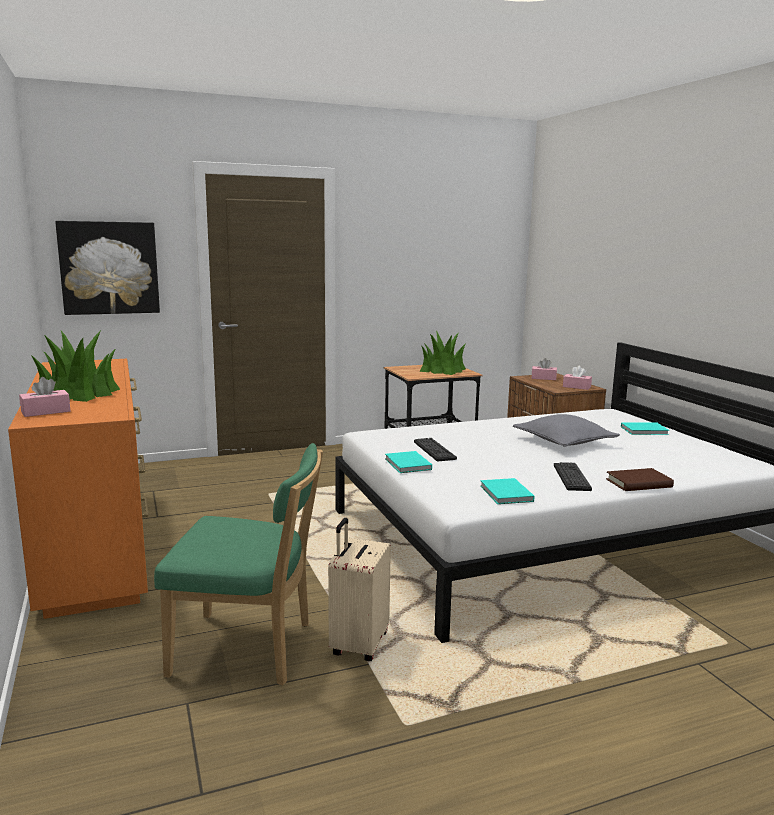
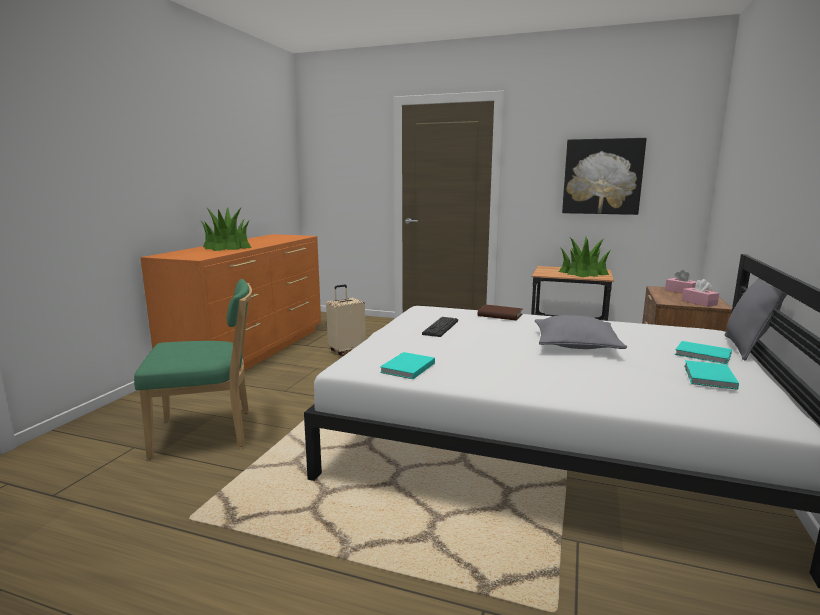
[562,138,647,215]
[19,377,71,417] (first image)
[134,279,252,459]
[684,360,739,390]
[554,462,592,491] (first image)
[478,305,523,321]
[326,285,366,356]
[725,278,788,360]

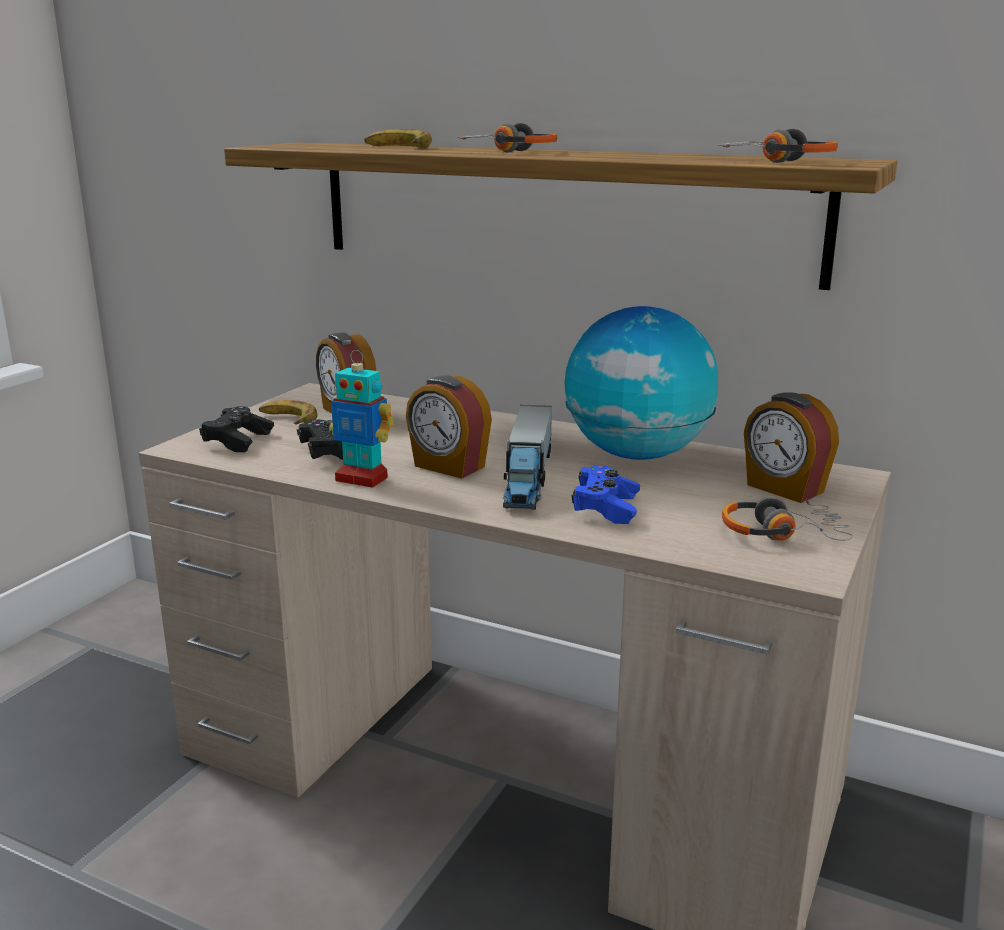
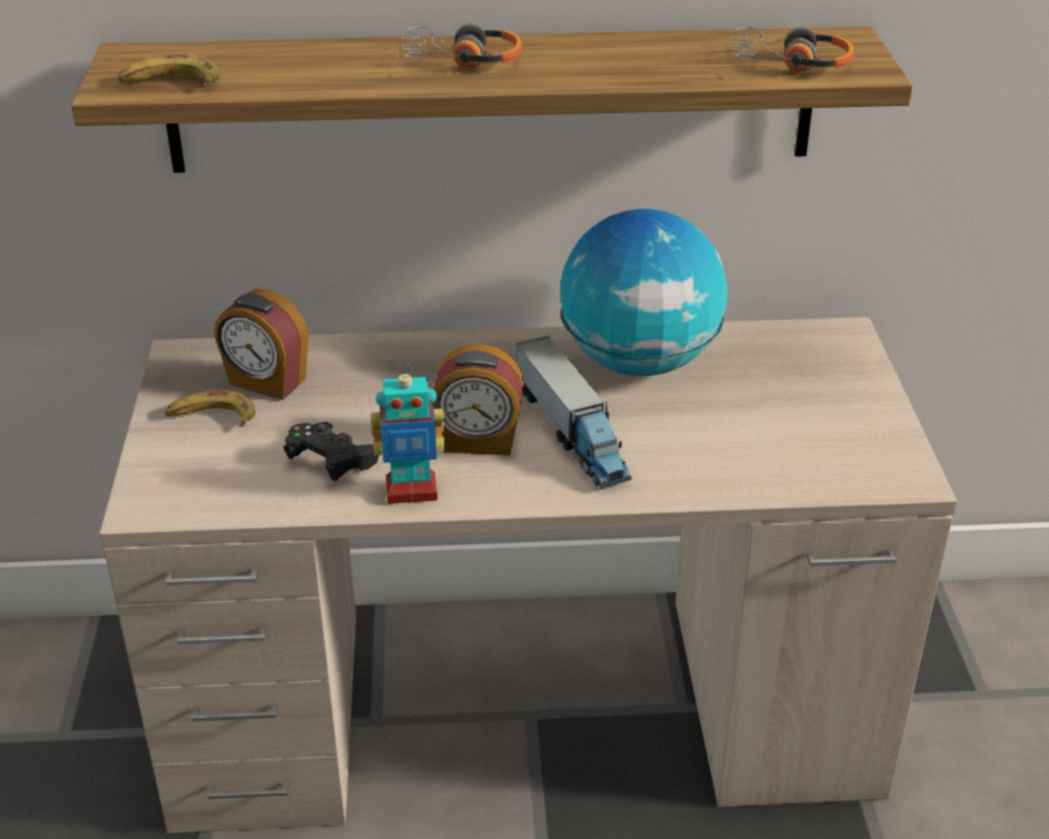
[118,54,220,86]
[744,392,839,503] (first image)
[199,406,274,452] (first image)
[572,465,640,524] (first image)
[722,497,853,541] (first image)

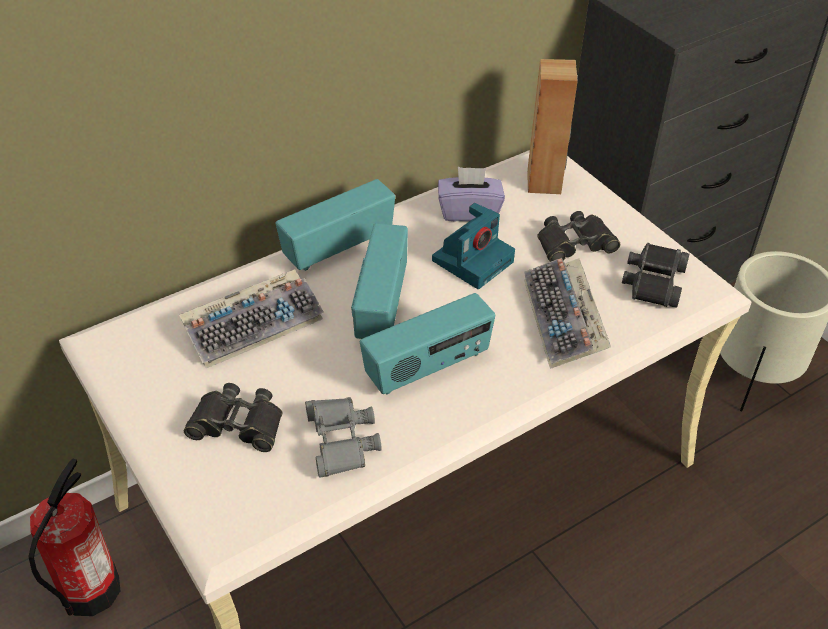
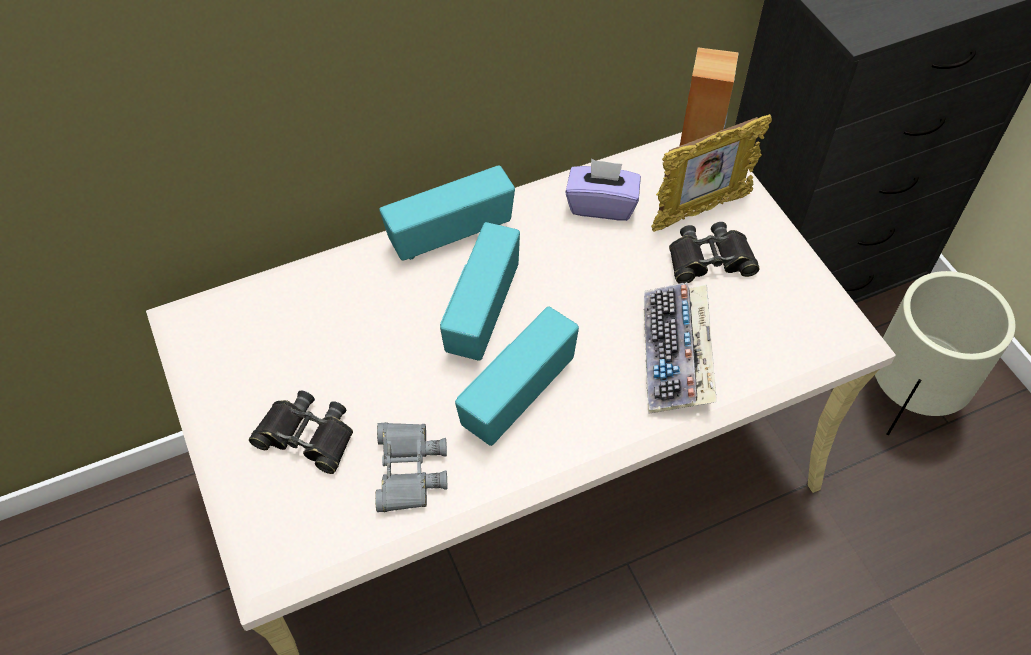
[432,203,515,289] (first image)
[622,243,689,308] (first image)
[179,269,324,368] (first image)
[455,306,579,446]
[28,459,120,616] (first image)
[651,114,772,232]

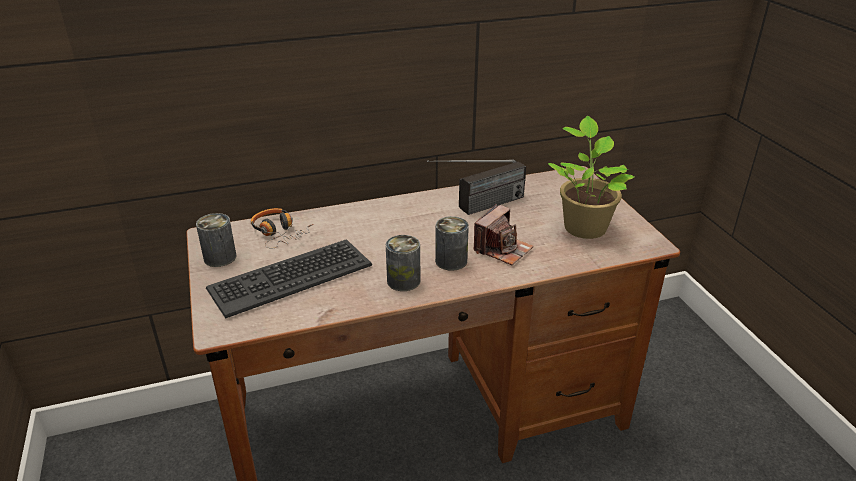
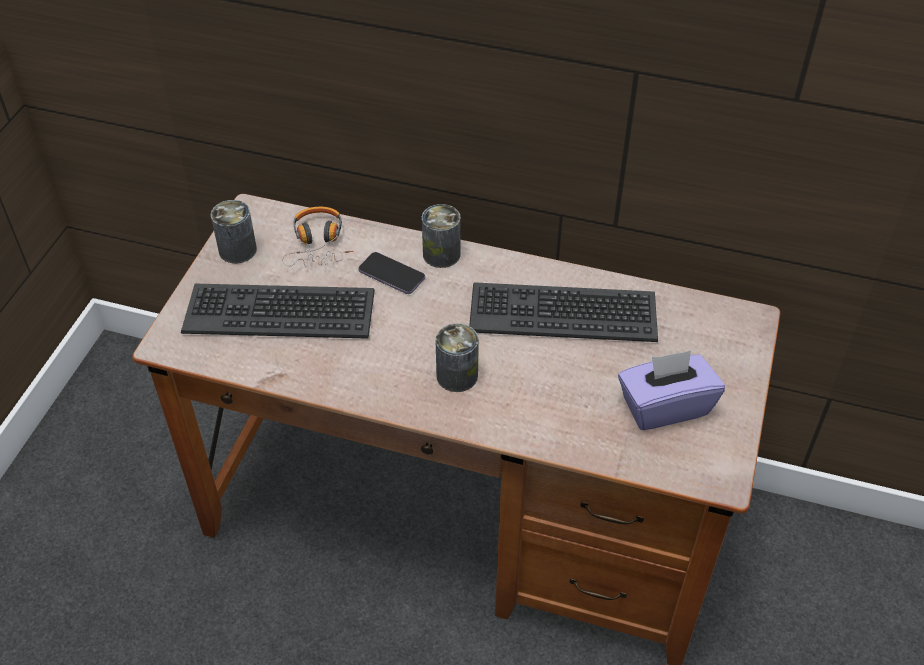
[618,350,725,430]
[469,282,658,342]
[473,204,534,265] (first image)
[422,204,461,268]
[358,252,425,294]

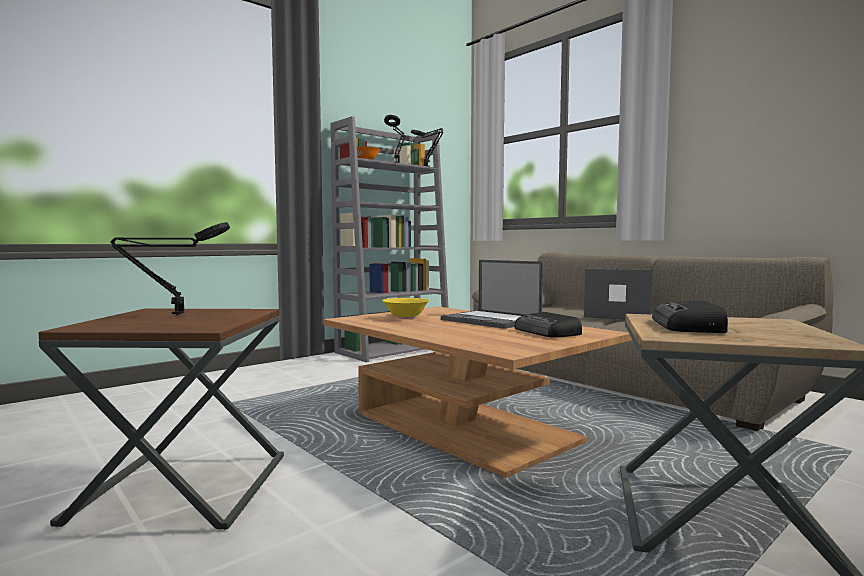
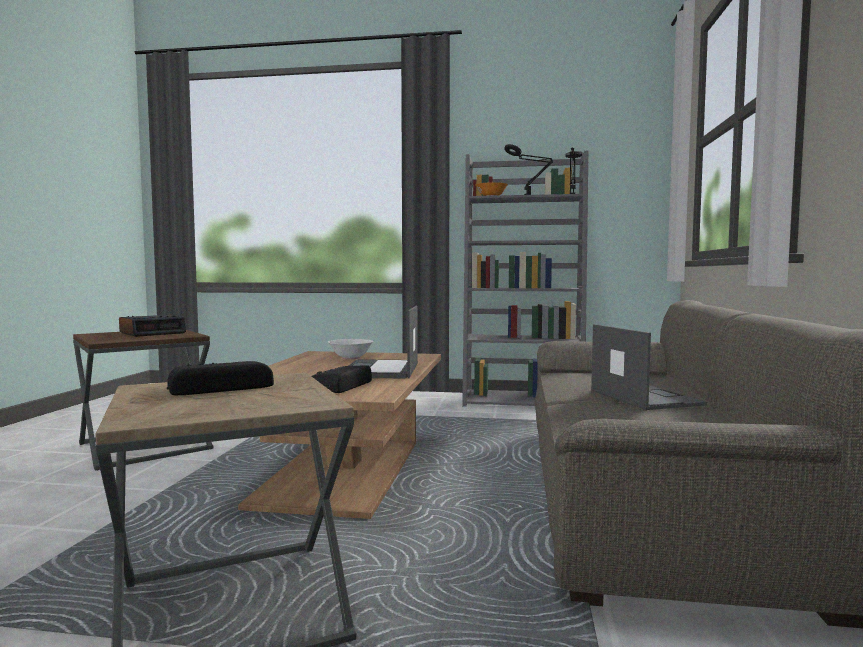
[119,315,186,337]
[328,339,374,359]

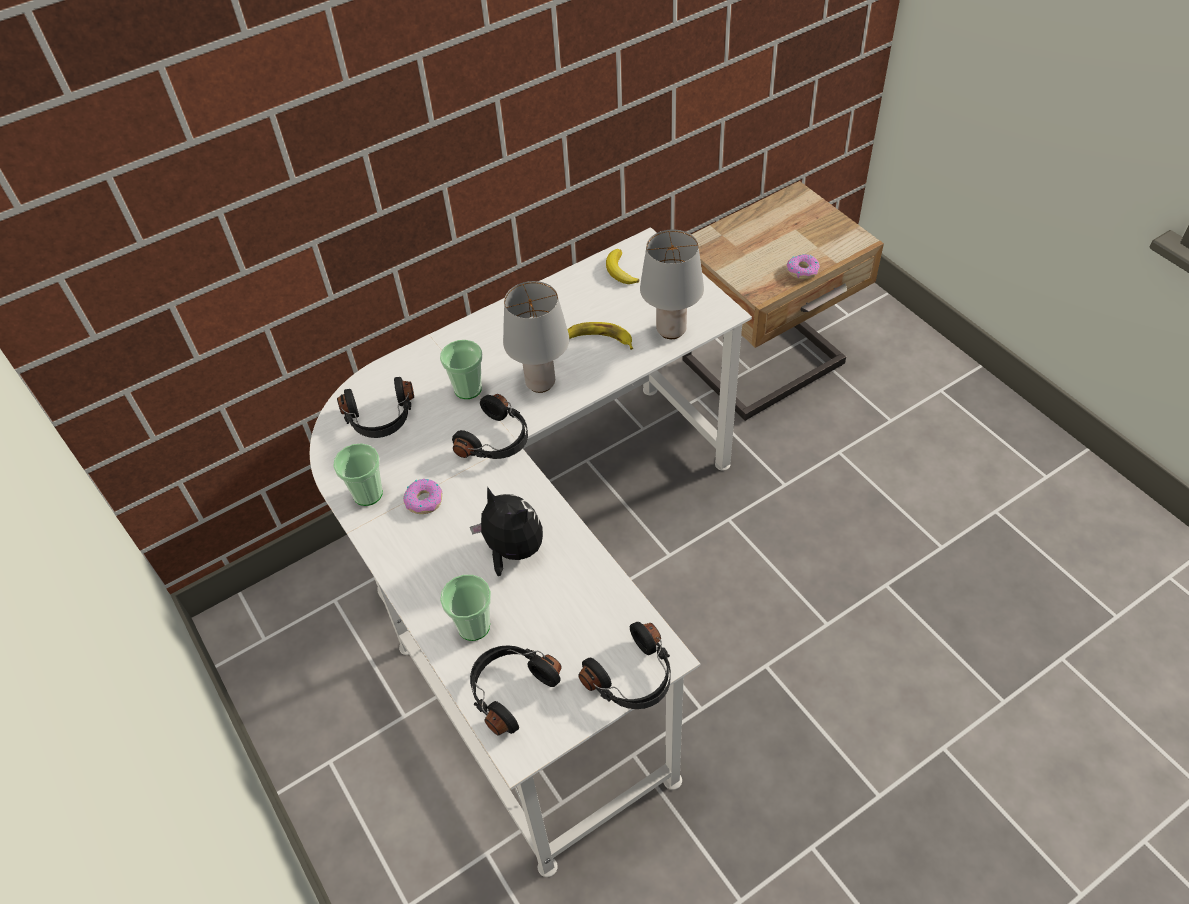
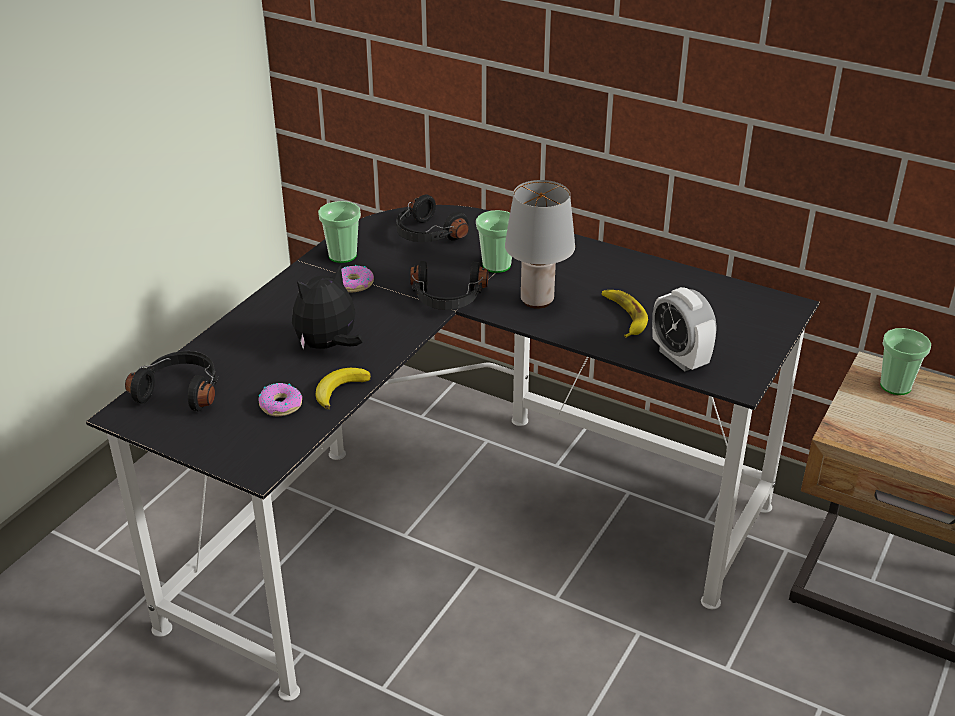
[86,205,820,701]
[652,287,717,371]
[316,368,371,409]
[258,383,302,416]
[292,266,363,349]
[880,328,931,395]
[578,622,671,709] (first image)

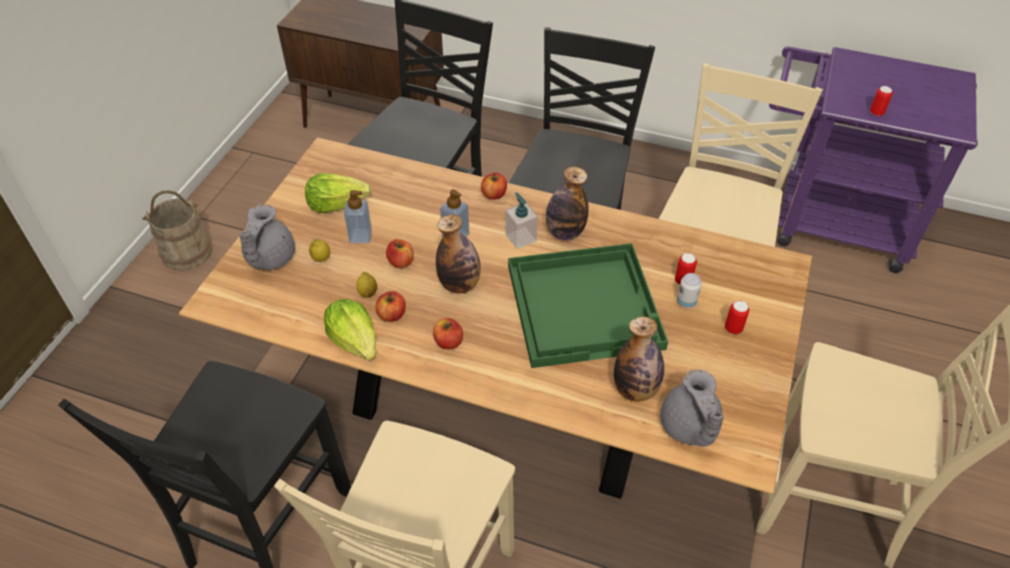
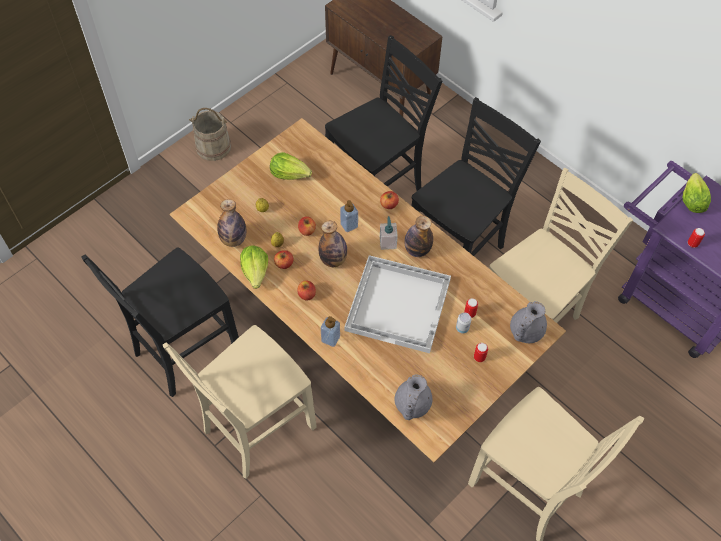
[321,316,340,347]
[510,301,547,343]
[344,255,451,353]
[217,199,246,247]
[683,173,711,213]

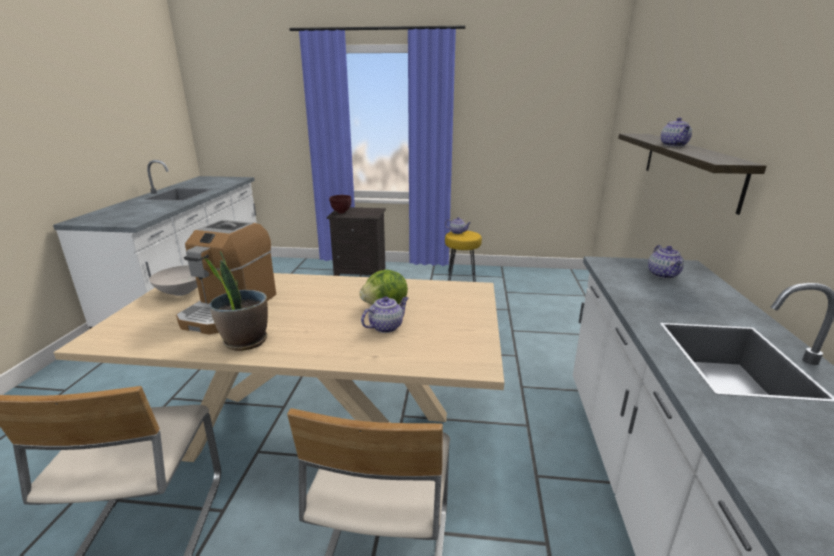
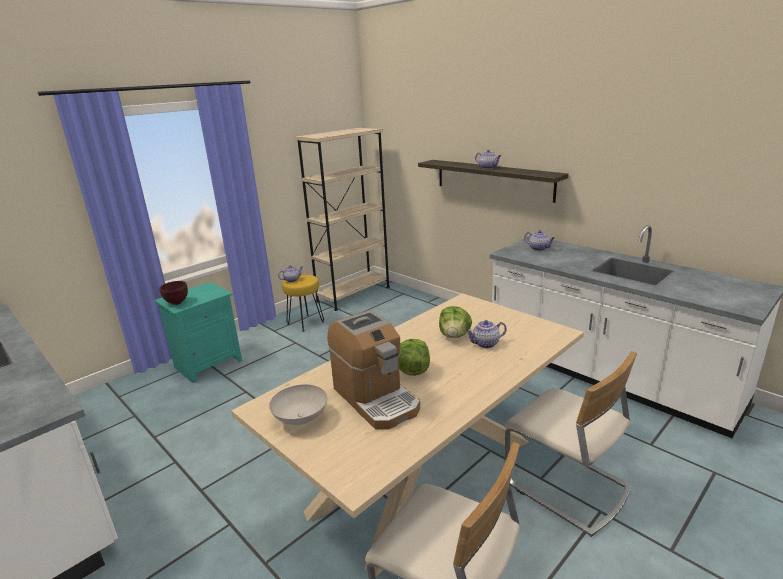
[154,282,242,383]
[204,251,268,351] (first image)
[466,320,507,348]
[295,128,390,311]
[399,339,430,376]

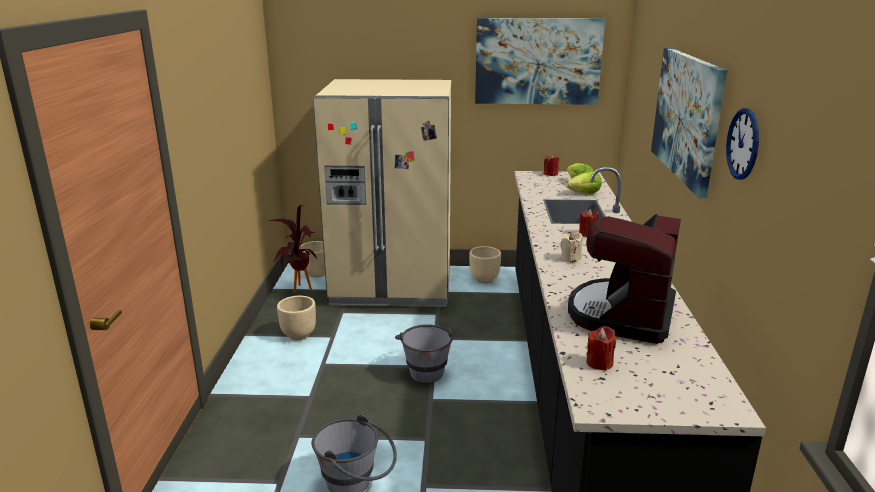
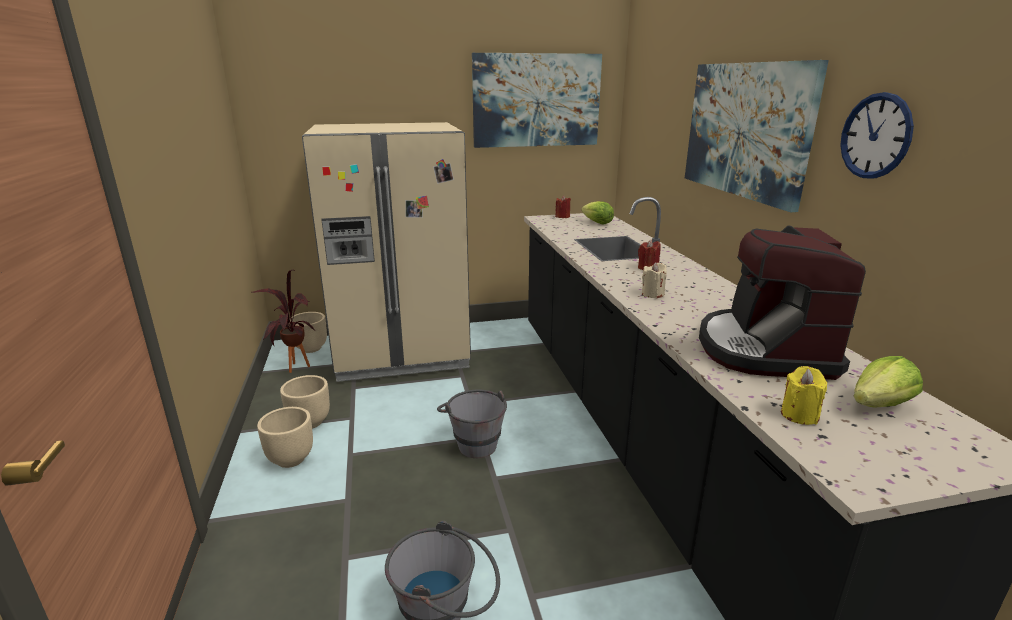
[854,356,923,408]
[257,407,313,468]
[781,366,827,425]

